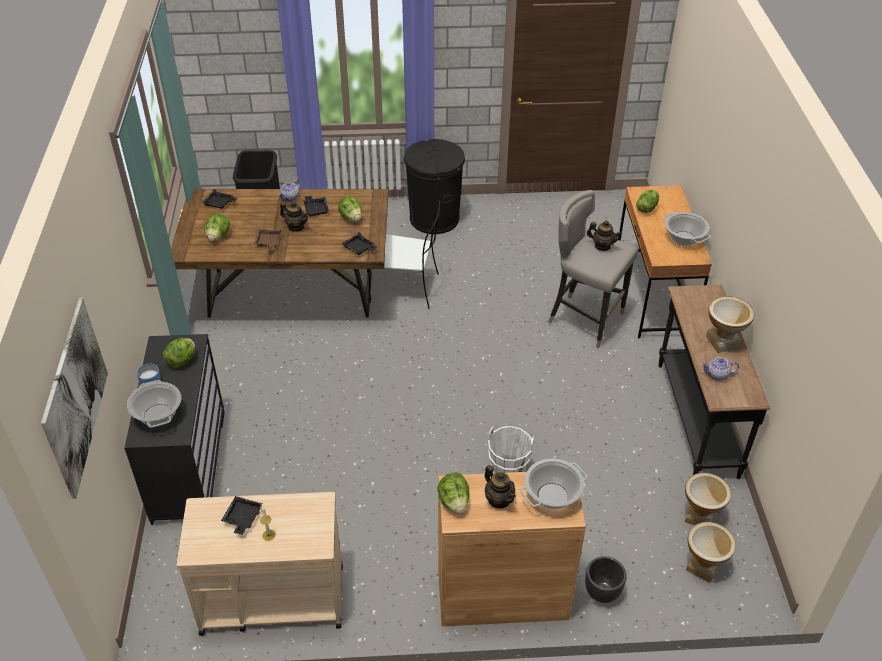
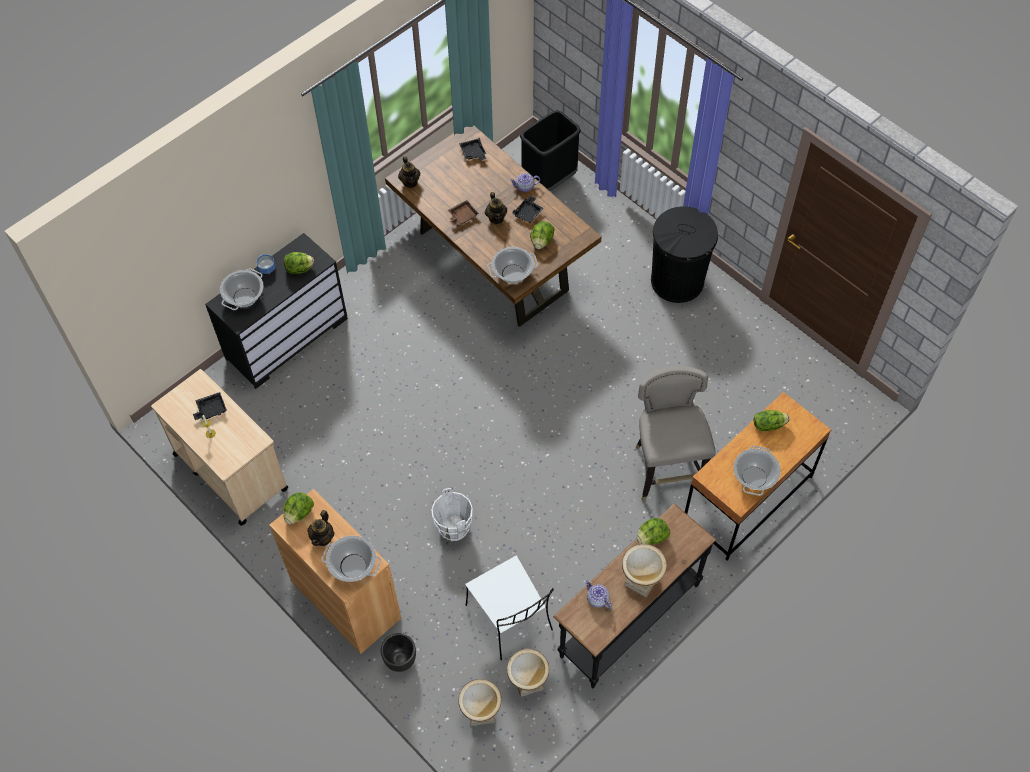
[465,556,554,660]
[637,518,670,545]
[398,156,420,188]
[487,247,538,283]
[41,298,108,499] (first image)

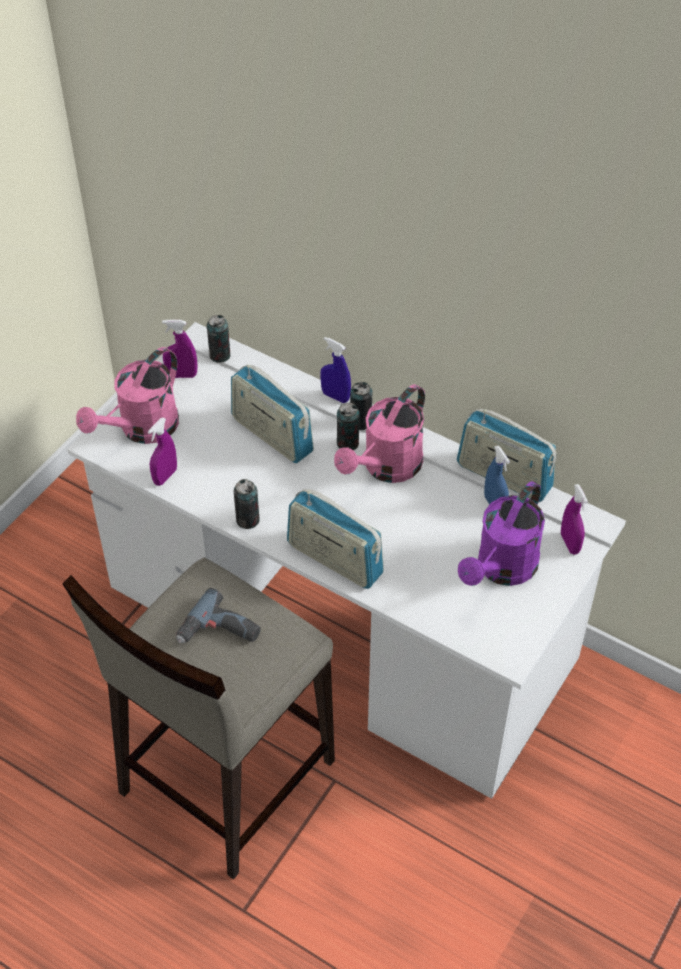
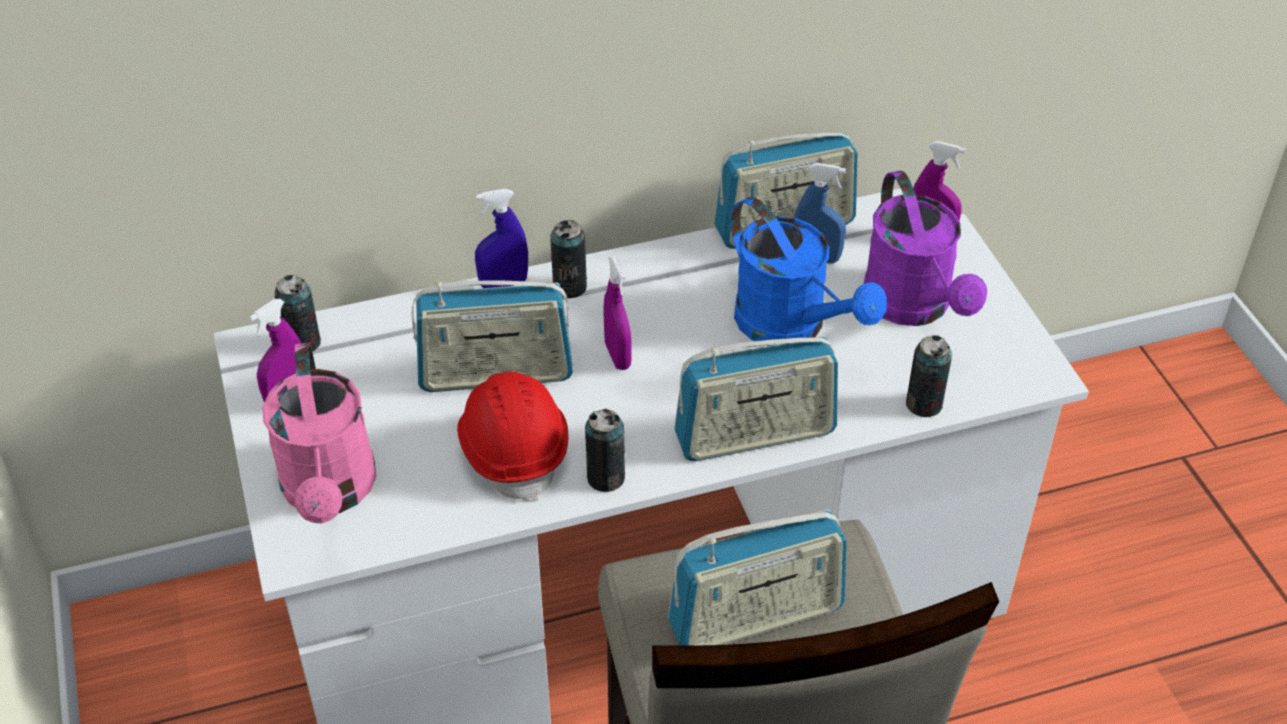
[334,384,425,483] (first image)
[906,335,952,417]
[604,256,632,370]
[668,509,846,646]
[731,197,887,346]
[457,371,569,502]

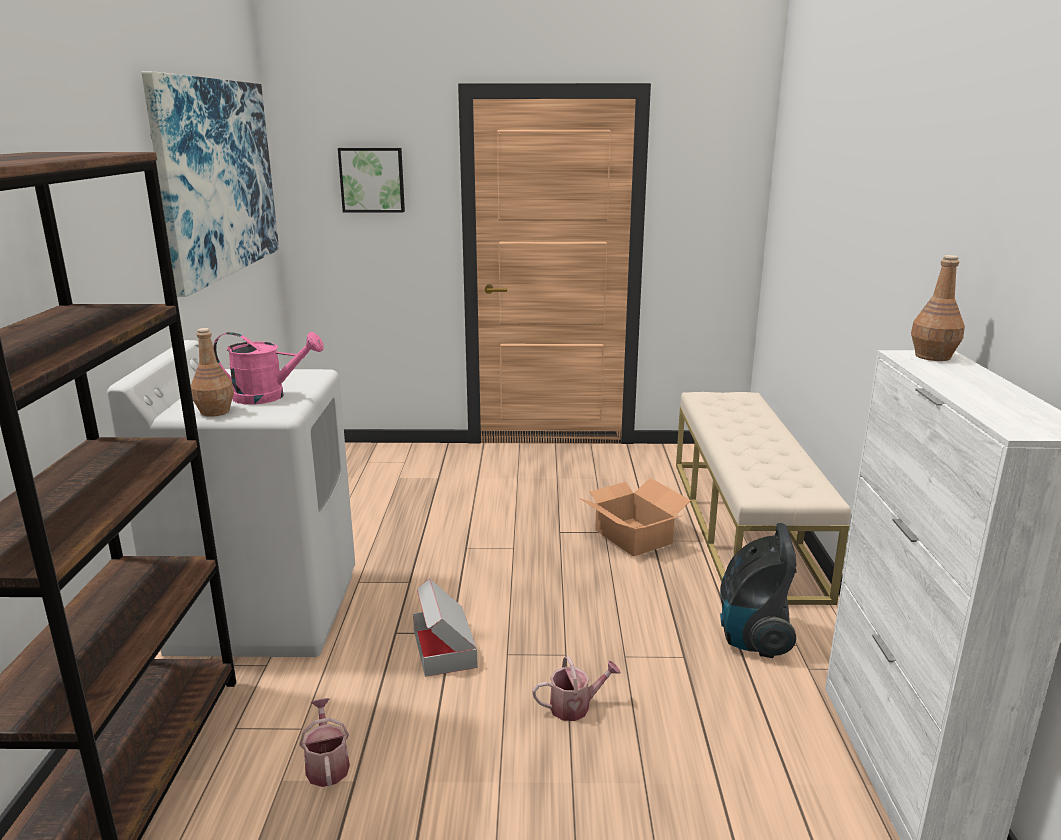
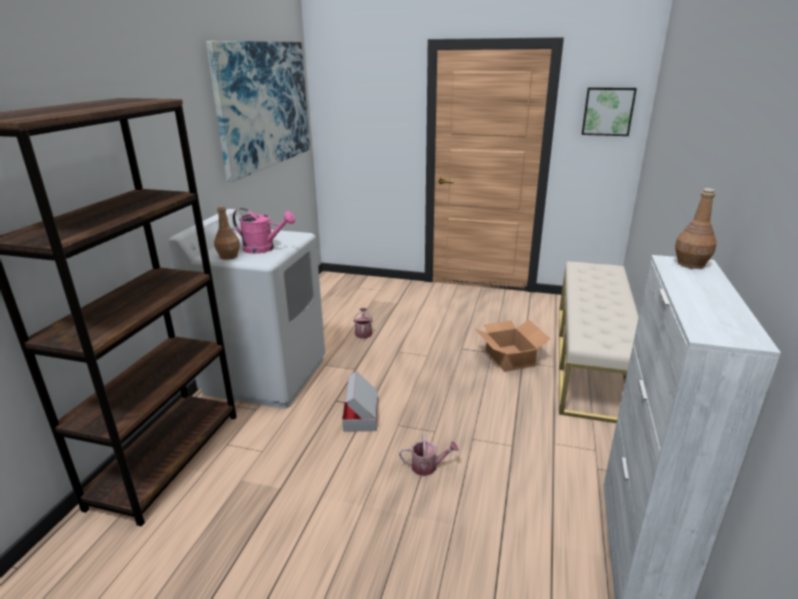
[582,87,637,136]
[720,523,797,658] (first image)
[354,308,373,339]

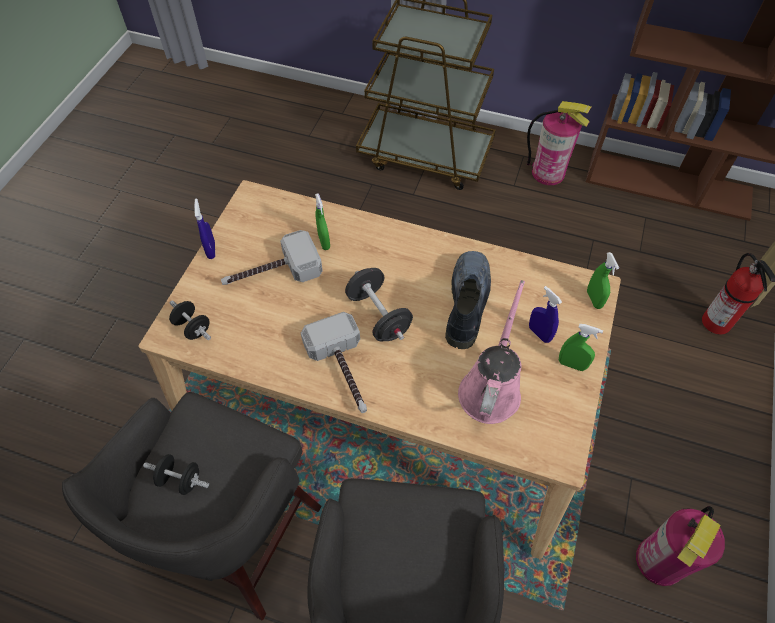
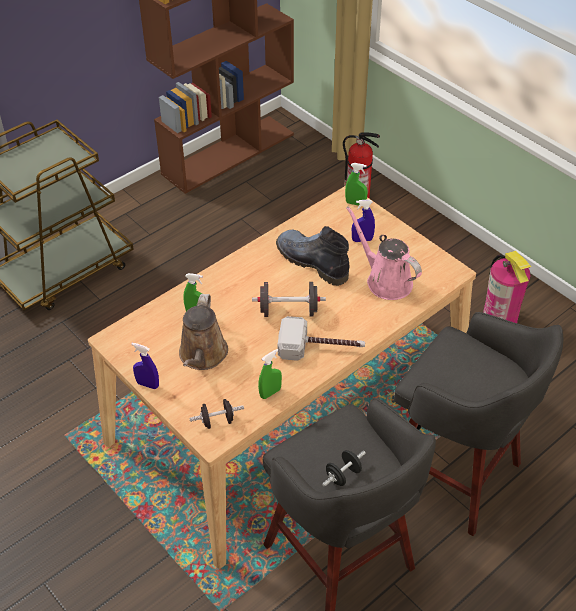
[527,101,591,185] (first image)
[179,294,228,370]
[258,349,282,399]

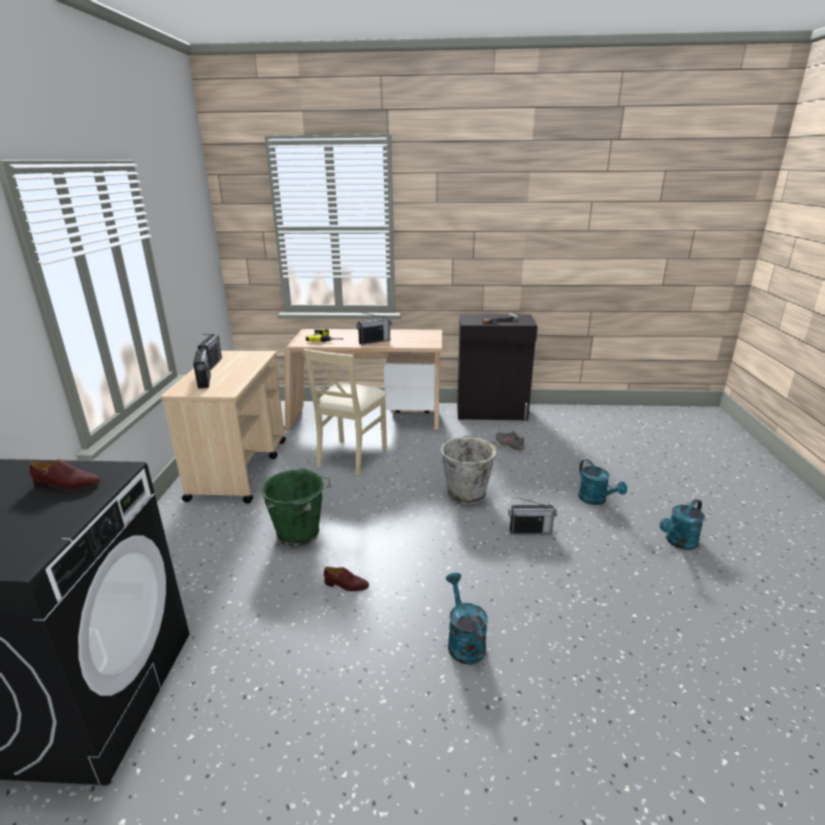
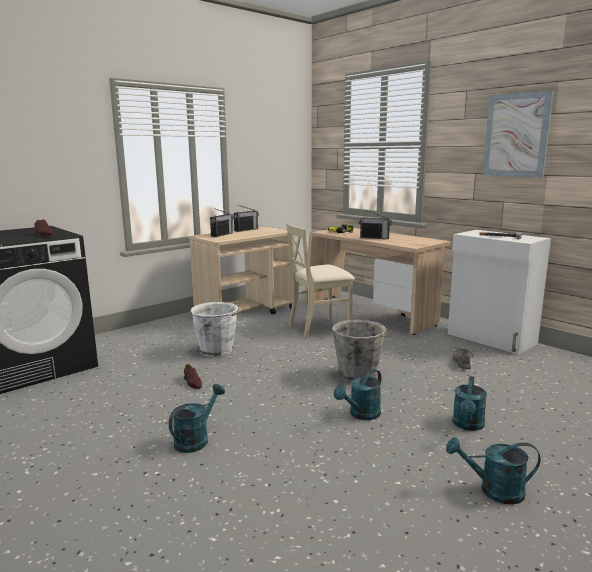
[448,230,551,355]
[190,302,240,357]
[334,369,381,420]
[482,90,554,177]

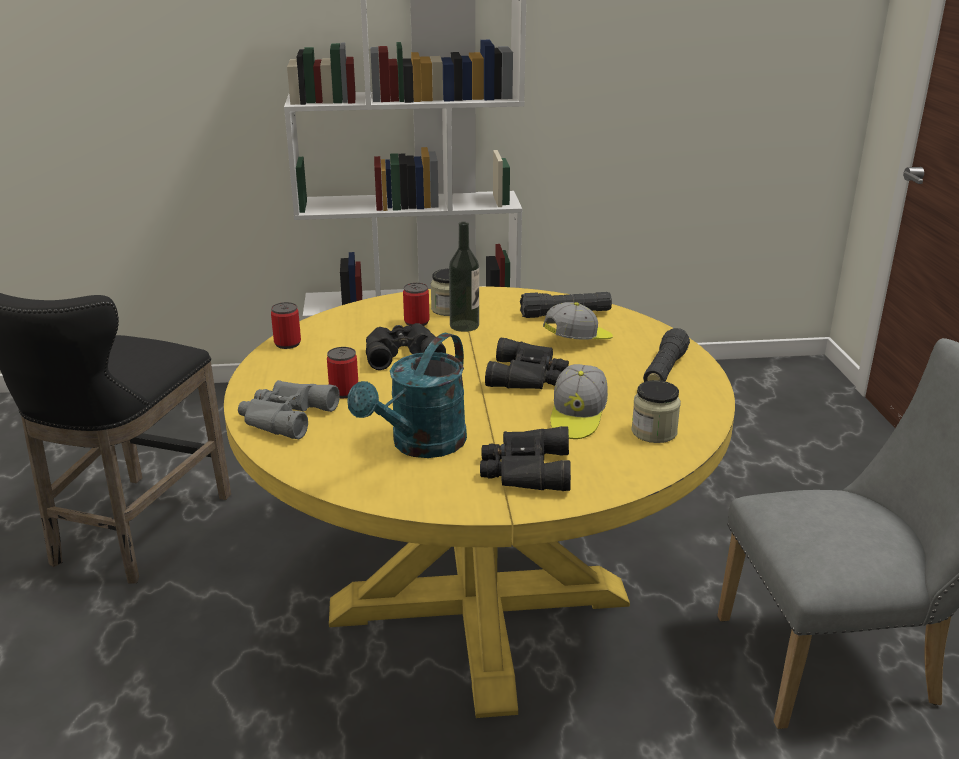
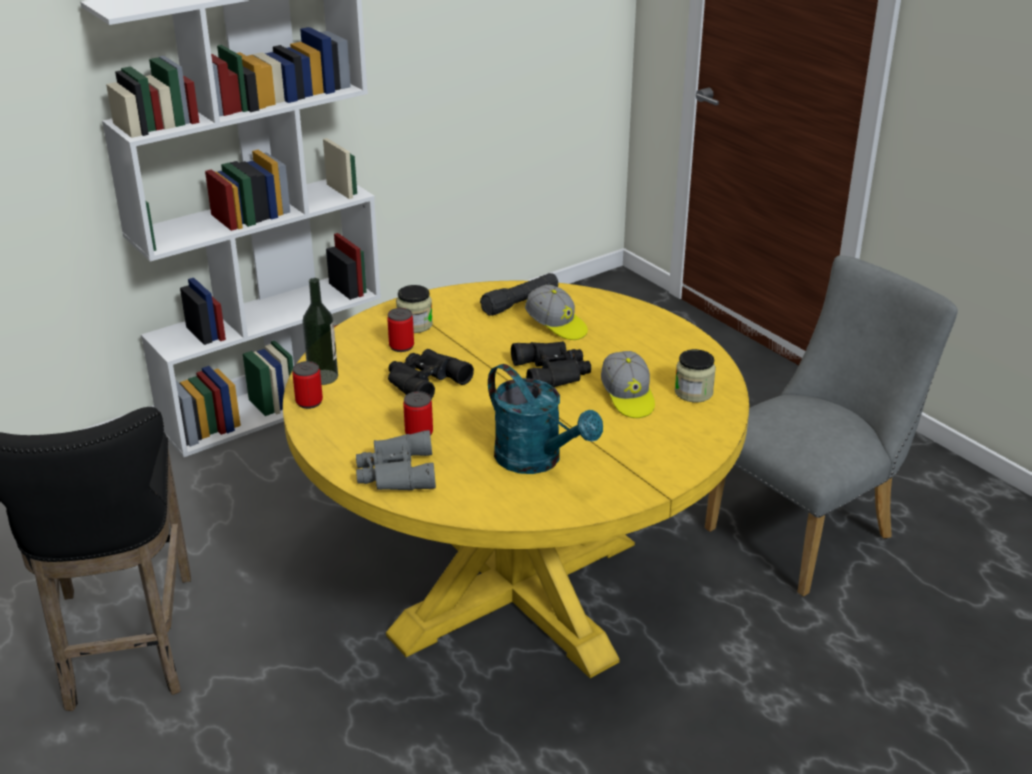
[302,278,338,385]
[525,285,588,340]
[643,328,690,382] (first image)
[488,364,603,474]
[480,426,571,491] (first image)

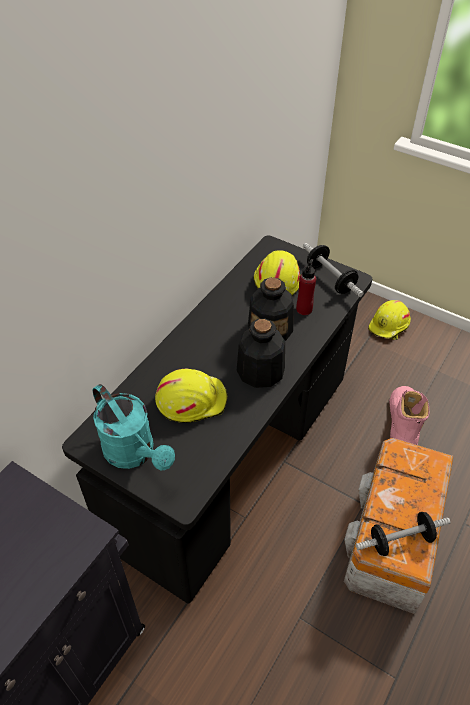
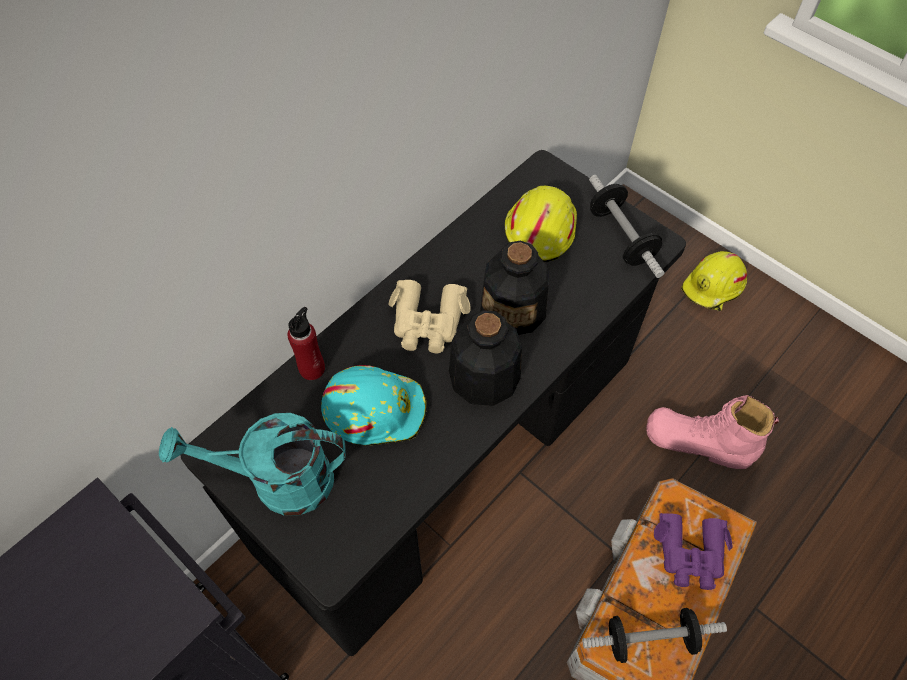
[287,307,325,380]
[321,365,427,445]
[159,413,346,516]
[646,395,779,469]
[389,280,471,353]
[654,513,732,590]

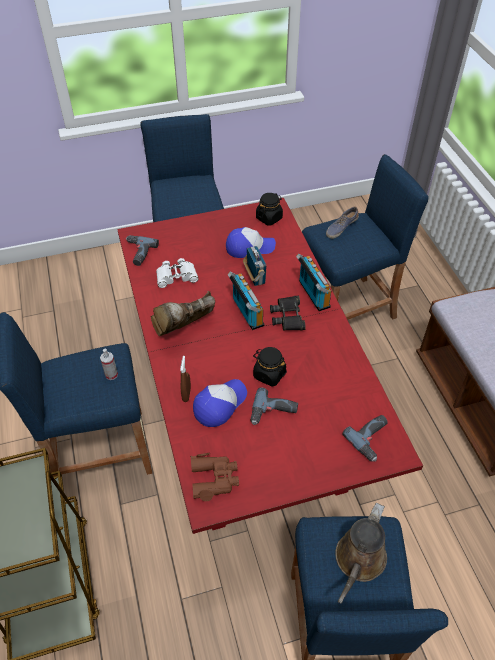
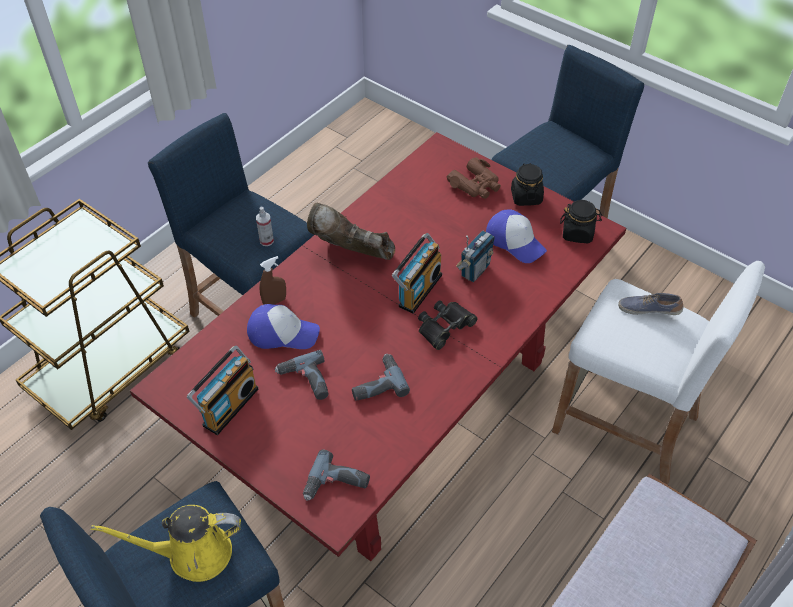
[552,261,765,485]
[352,354,410,400]
[187,346,258,435]
[156,258,199,288] (first image)
[511,163,544,206]
[446,157,501,199]
[91,505,241,582]

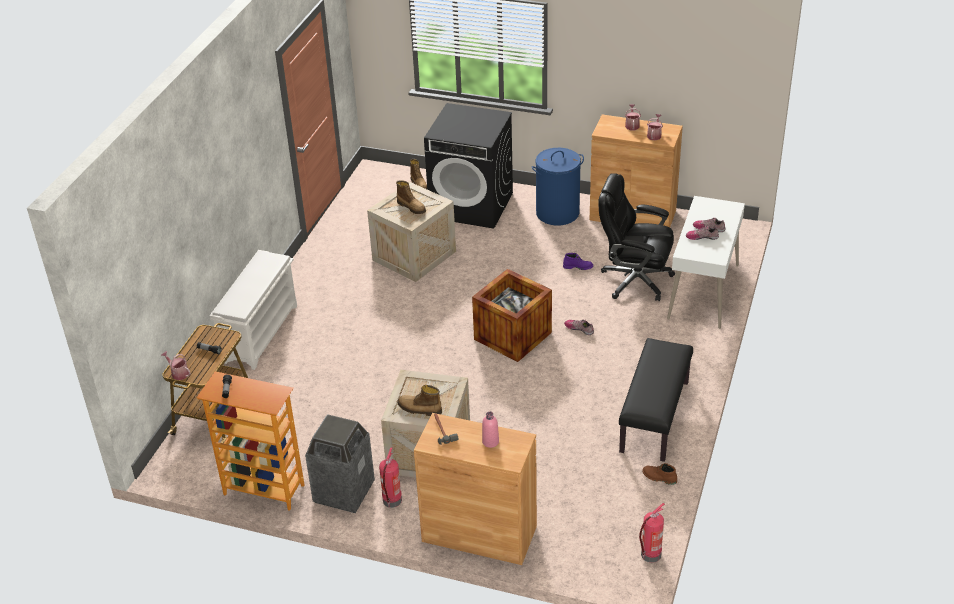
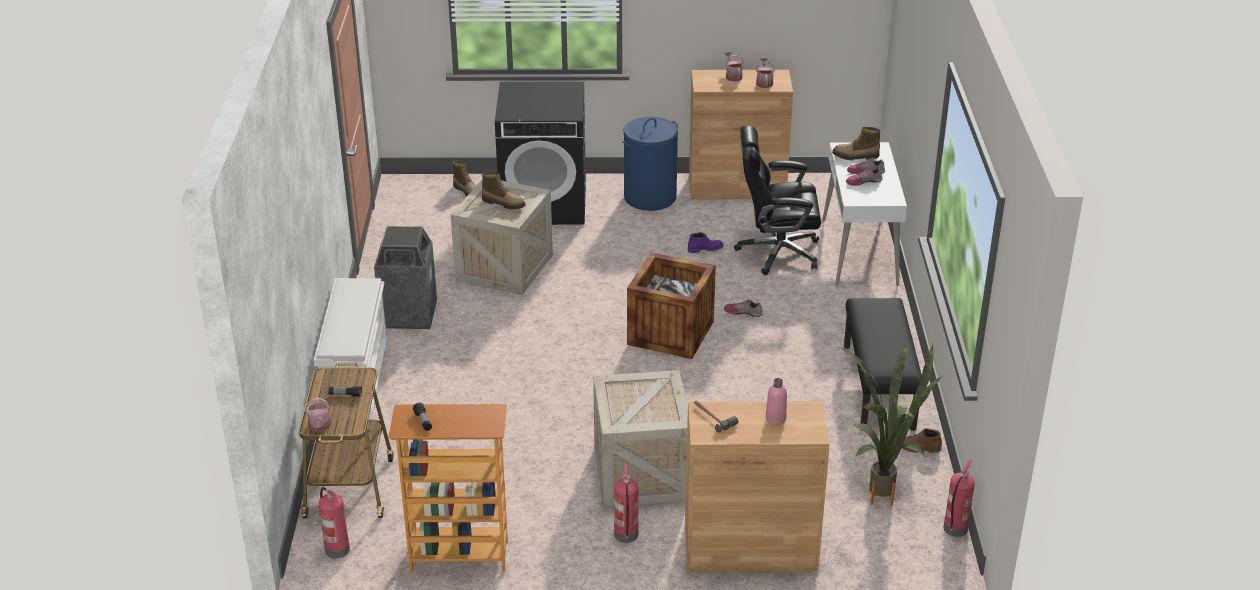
[305,397,331,432]
[832,127,881,160]
[374,226,437,329]
[841,343,942,506]
[319,487,350,558]

